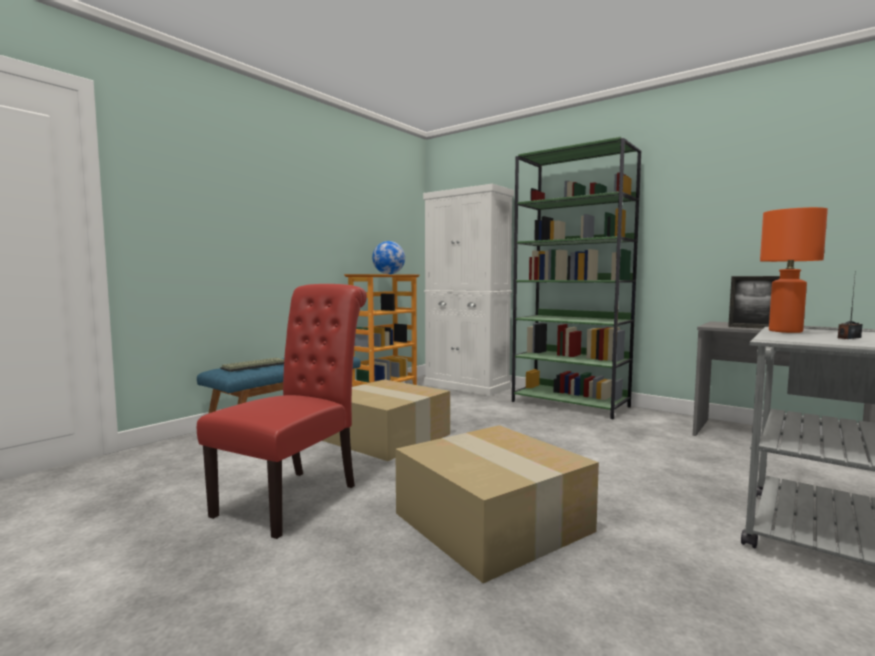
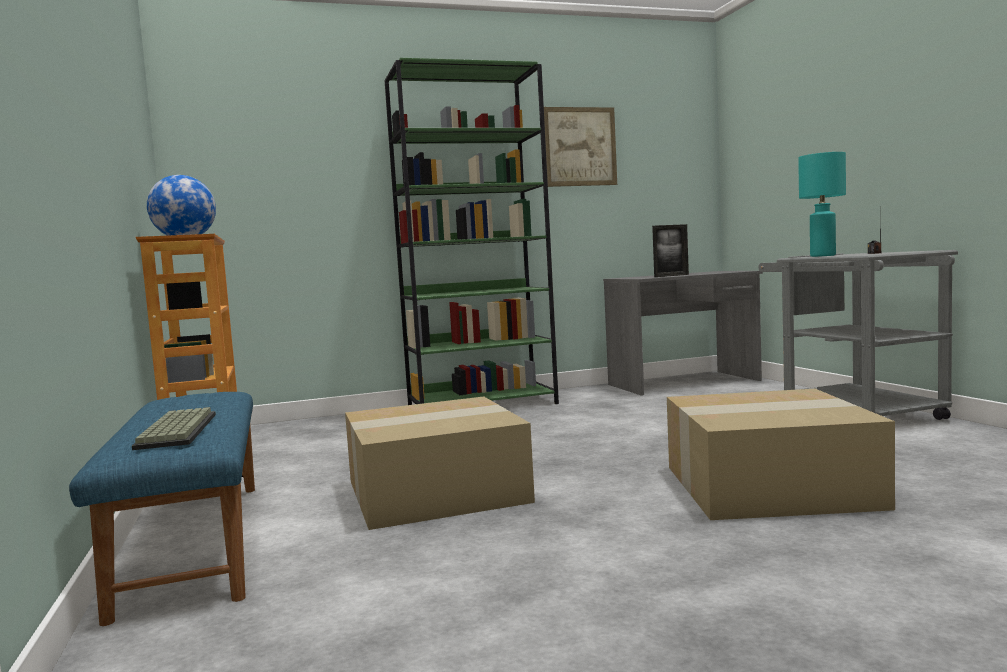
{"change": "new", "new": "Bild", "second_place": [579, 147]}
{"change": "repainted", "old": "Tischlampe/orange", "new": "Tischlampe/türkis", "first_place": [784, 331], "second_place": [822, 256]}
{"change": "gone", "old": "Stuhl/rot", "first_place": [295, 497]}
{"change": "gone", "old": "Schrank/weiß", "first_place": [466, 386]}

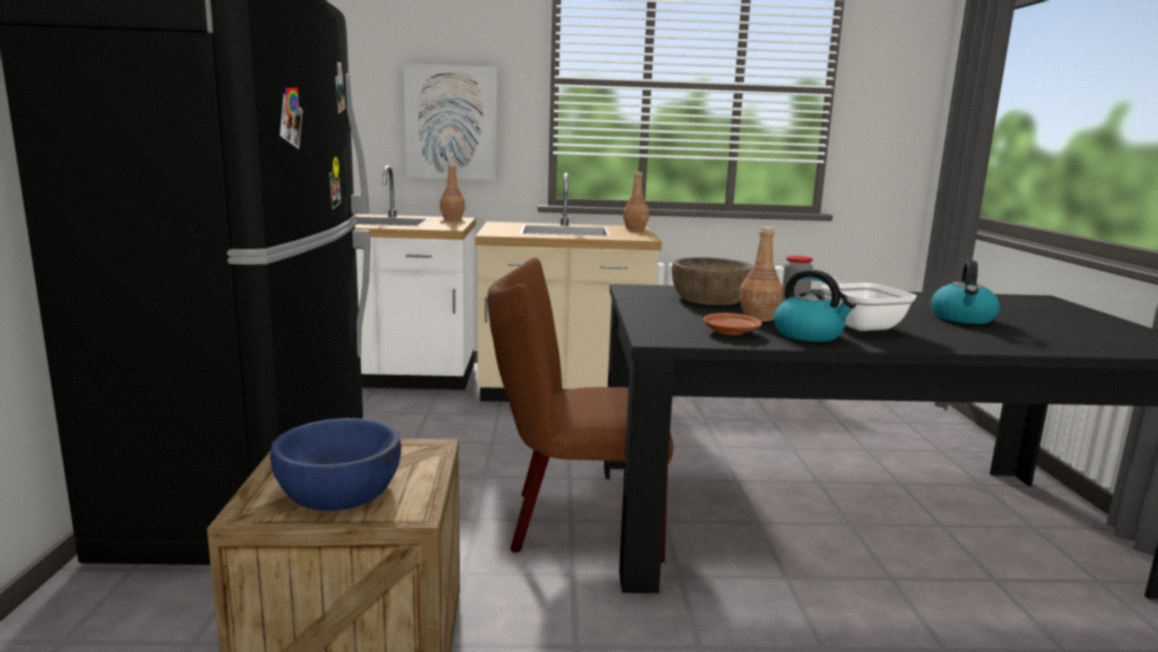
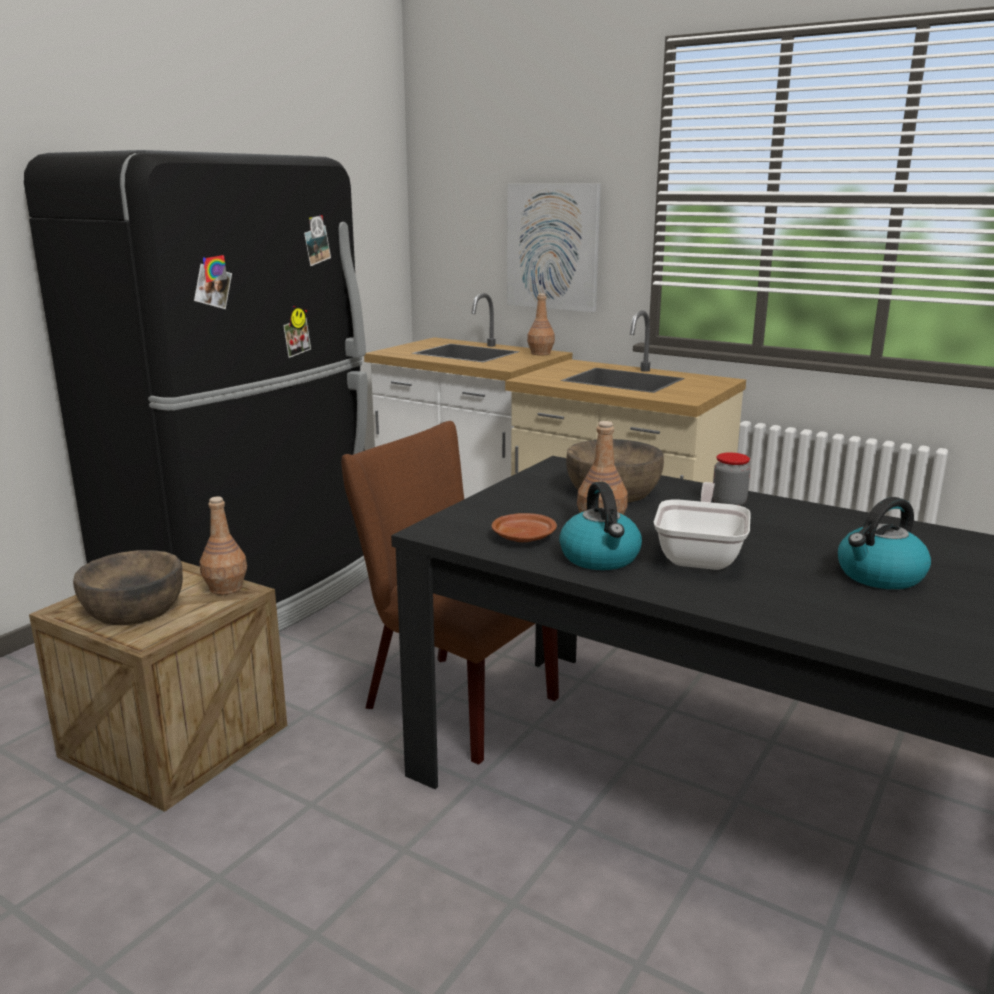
{"change": "repainted", "old": "Schüssel/blau", "new": "Schüssel/braun", "first_place": [339, 489], "second_place": [134, 608]}
{"change": "shifted", "old": "Flasche/braun", "first_place": [635, 229], "second_place": [226, 588]}

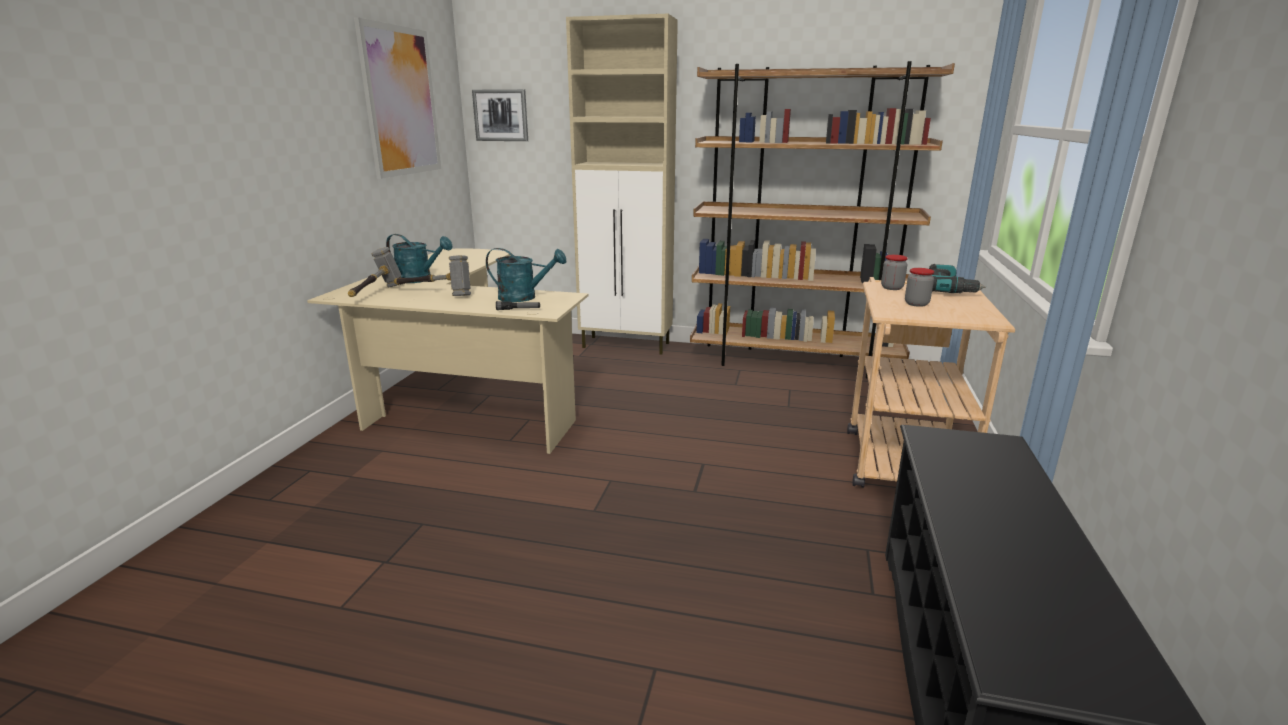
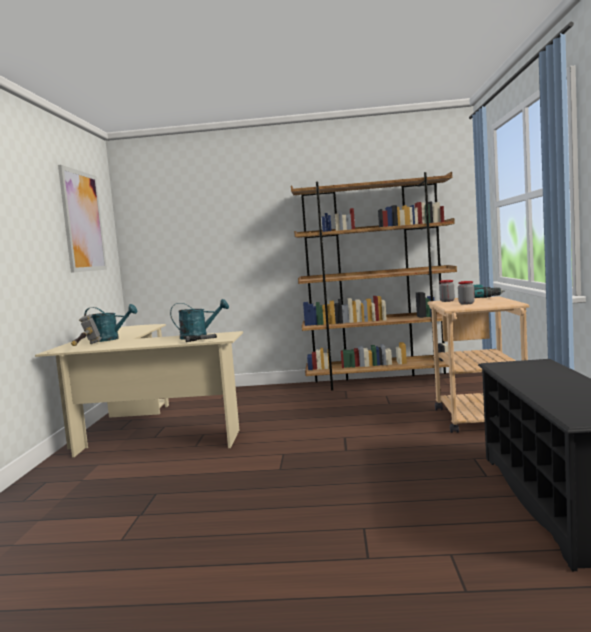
{"change": "gone", "old": "Hammer", "first_place": [435, 294]}
{"change": "gone", "old": "Bild", "first_place": [501, 115]}
{"change": "gone", "old": "Schrank/beige", "first_place": [627, 345]}

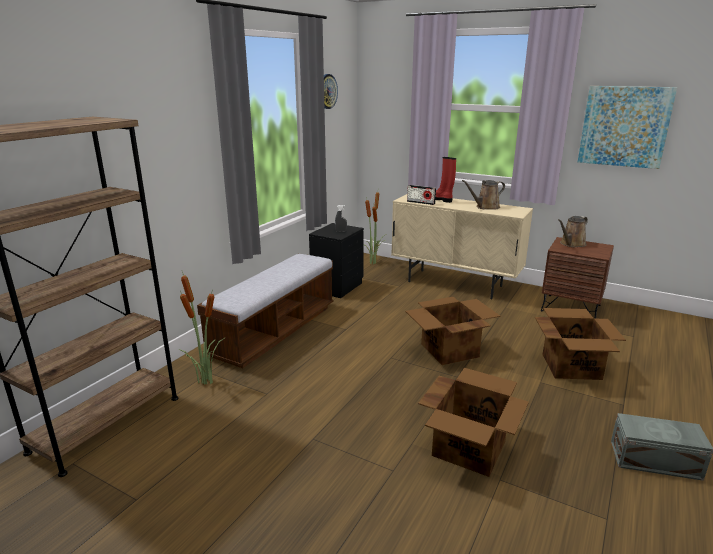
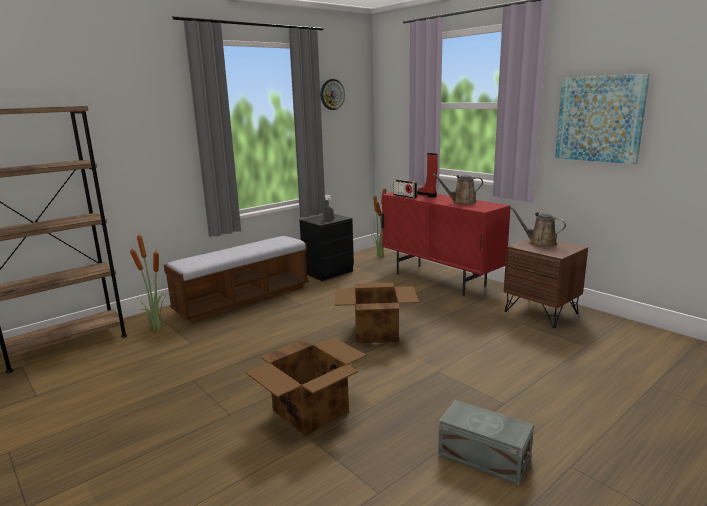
{"change": "repainted", "old": "Schrank/beige", "new": "Schrank/rot", "first_place": [455, 284], "second_place": [440, 280]}
{"change": "rotated", "old": "Gießkanne/braun", "first_place": [571, 244], "second_place": [539, 243], "degrees": 60}
{"change": "gone", "old": "Karton", "first_place": [571, 366]}

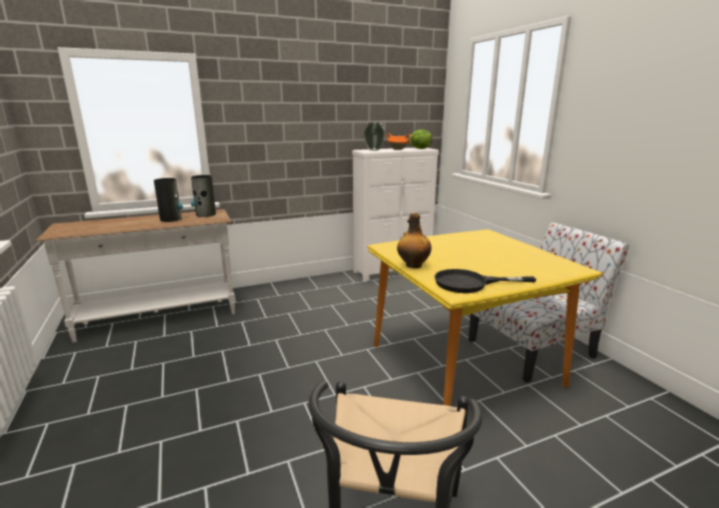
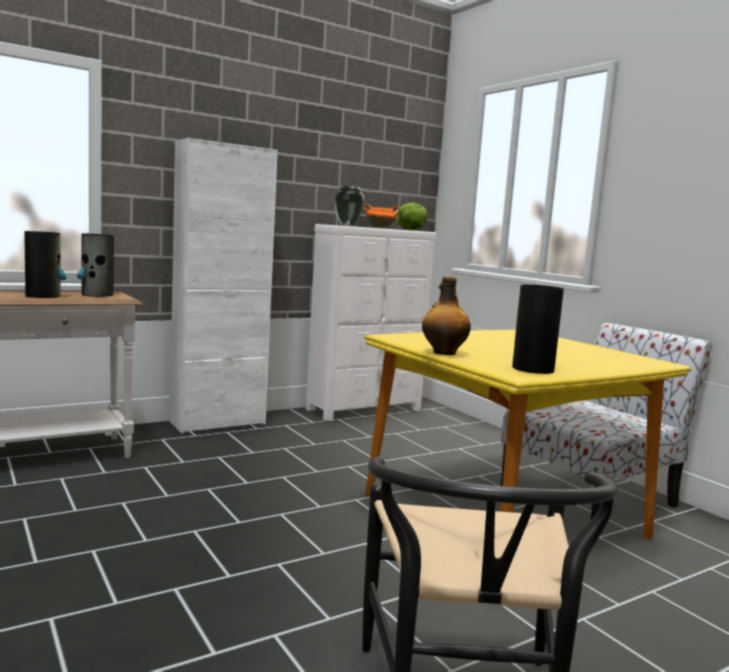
{"change": "new", "new": "Schrank/weiß", "second_place": [218, 423]}
{"change": "swapped", "old": "Pfanne/schwarz", "new": "Vase", "first_place": [470, 283], "second_place": [532, 369]}

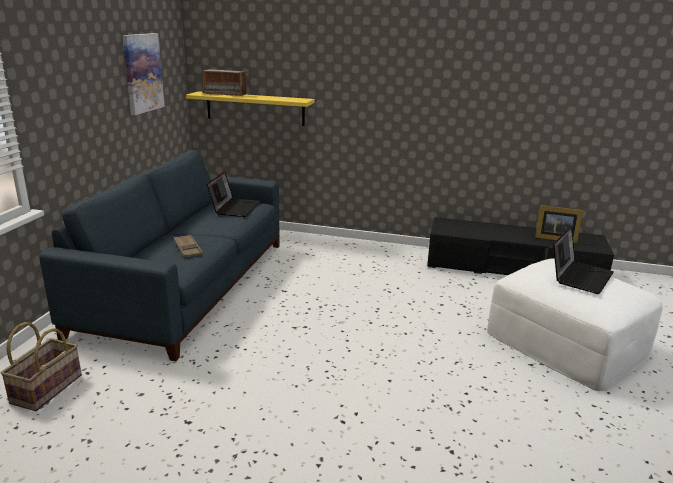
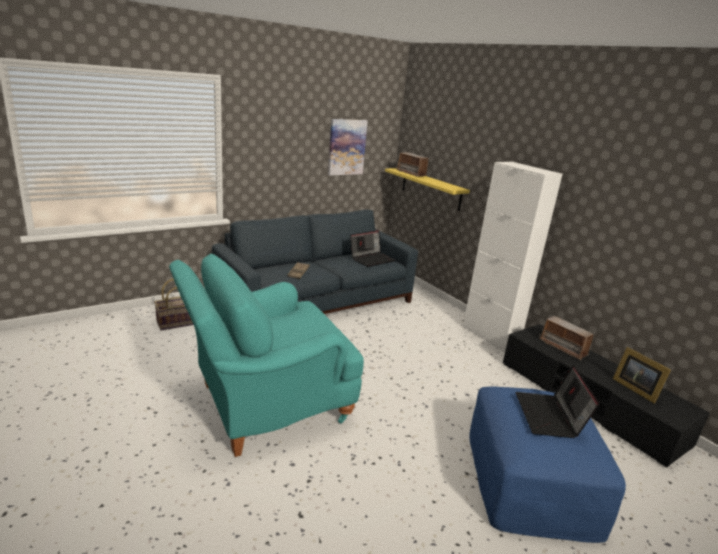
{"change": "new", "new": "Sessel/türkis", "second_place": [264, 405]}
{"change": "new", "new": "Schrank/weiß", "second_place": [490, 336]}
{"change": "repainted", "old": "Polsterhocker/weiß", "new": "Polsterhocker/blau", "first_place": [566, 344], "second_place": [530, 480]}
{"change": "rotated", "old": "Laptop", "first_place": [579, 276], "second_place": [550, 416], "degrees": 105}
{"change": "new", "new": "Radio", "second_place": [563, 347]}

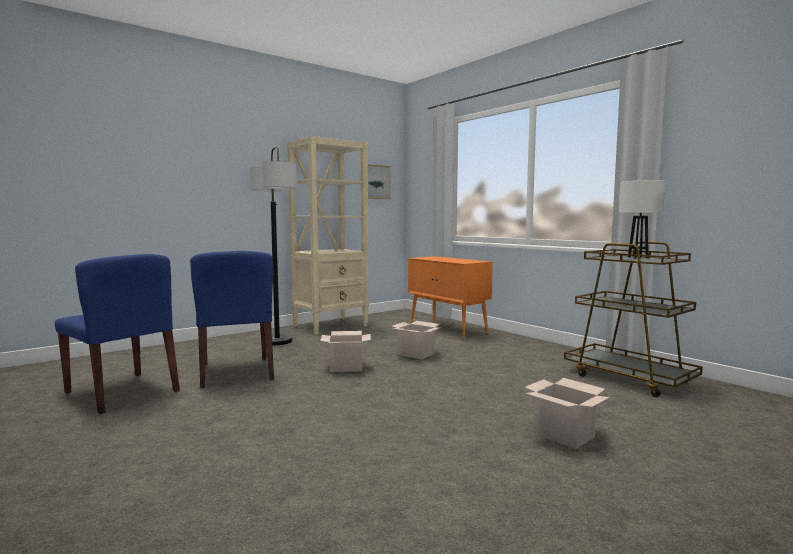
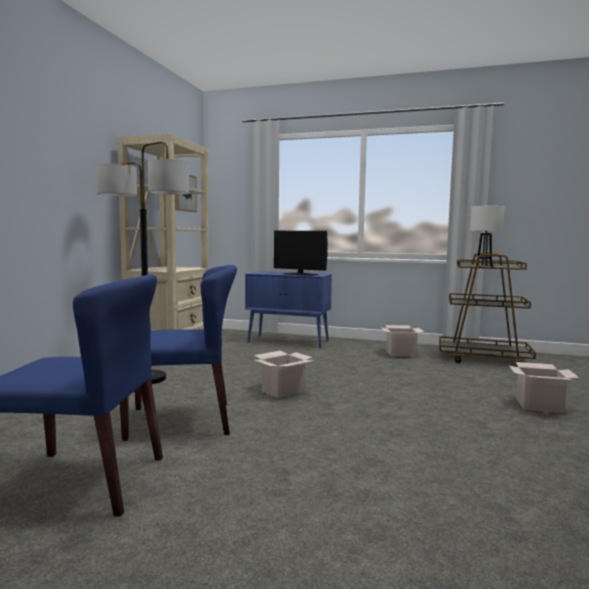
{"change": "rotated", "old": "Stuhl/blau", "first_place": [236, 372], "second_place": [181, 420], "degrees": -45}
{"change": "repainted", "old": "Schrank/orange", "new": "Schrank/blau", "first_place": [448, 329], "second_place": [289, 341]}
{"change": "new", "new": "Monitor", "second_place": [300, 274]}
{"change": "shifted", "old": "Karton", "first_place": [417, 354], "second_place": [401, 353]}

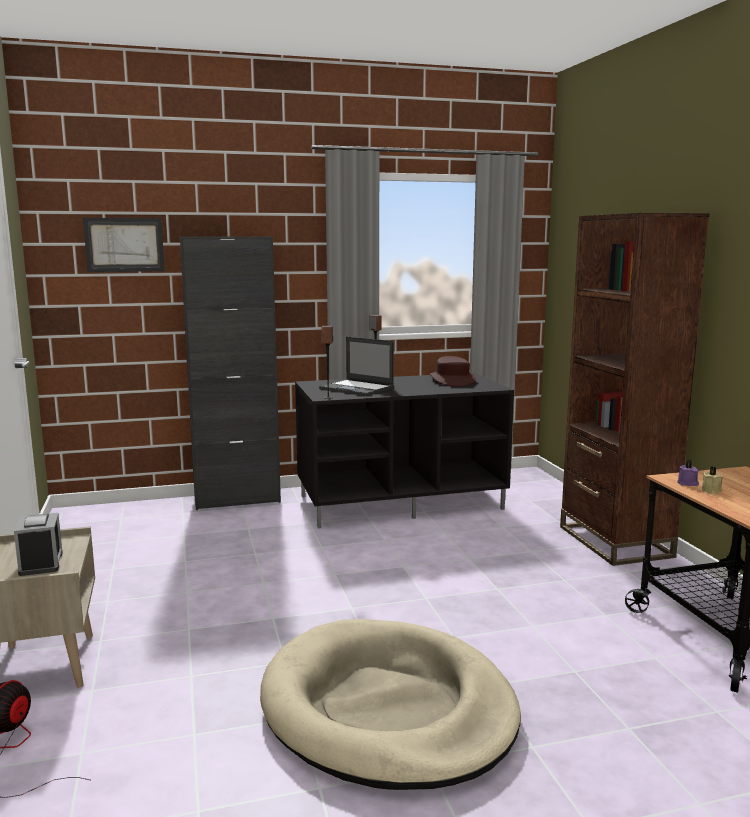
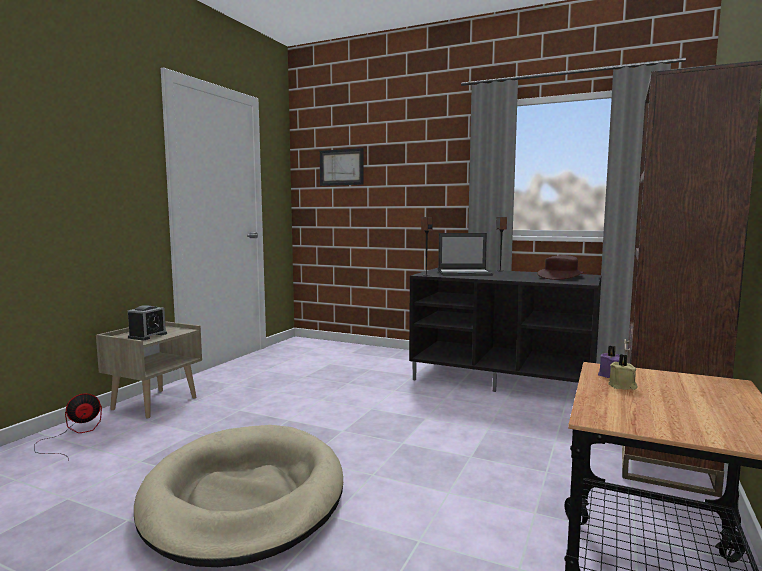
{"change": "rotated", "old": "Laptop", "first_place": [357, 388], "second_place": [465, 273], "degrees": -75}
{"change": "gone", "old": "Schrank/schwarz", "first_place": [237, 500]}

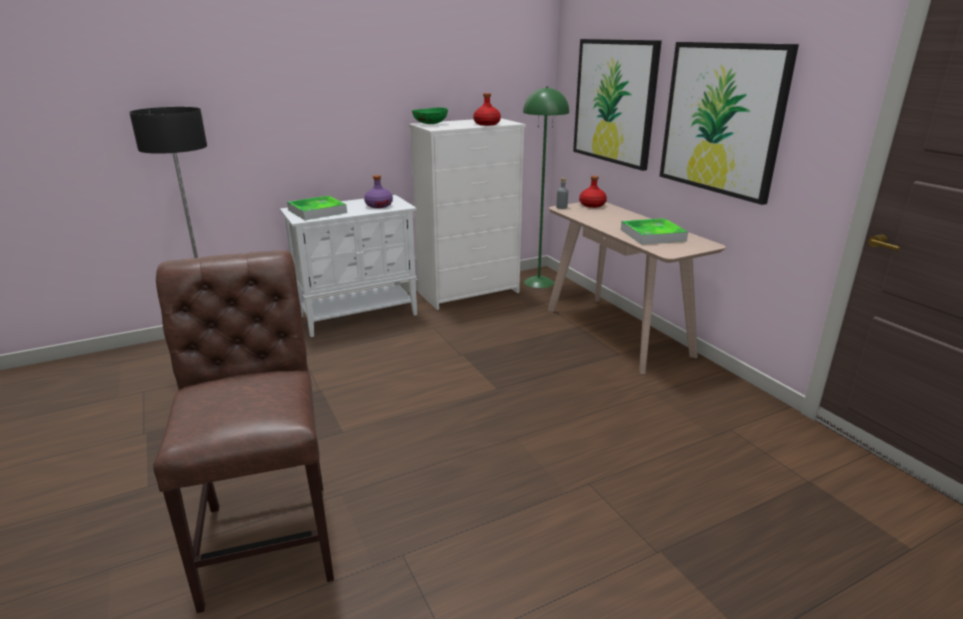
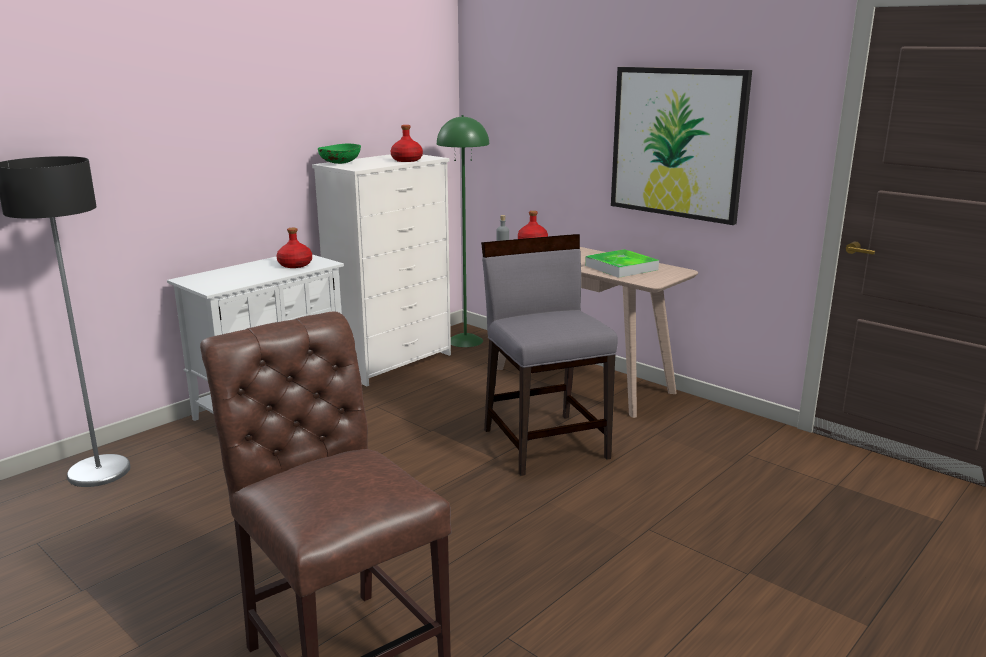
{"change": "repainted", "old": "Flasche/lila", "new": "Flasche/rot", "first_place": [379, 205], "second_place": [295, 265]}
{"change": "new", "new": "Stuhl/grau", "second_place": [545, 443]}
{"change": "gone", "old": "Tablett", "first_place": [317, 211]}
{"change": "gone", "old": "Bild", "first_place": [614, 102]}

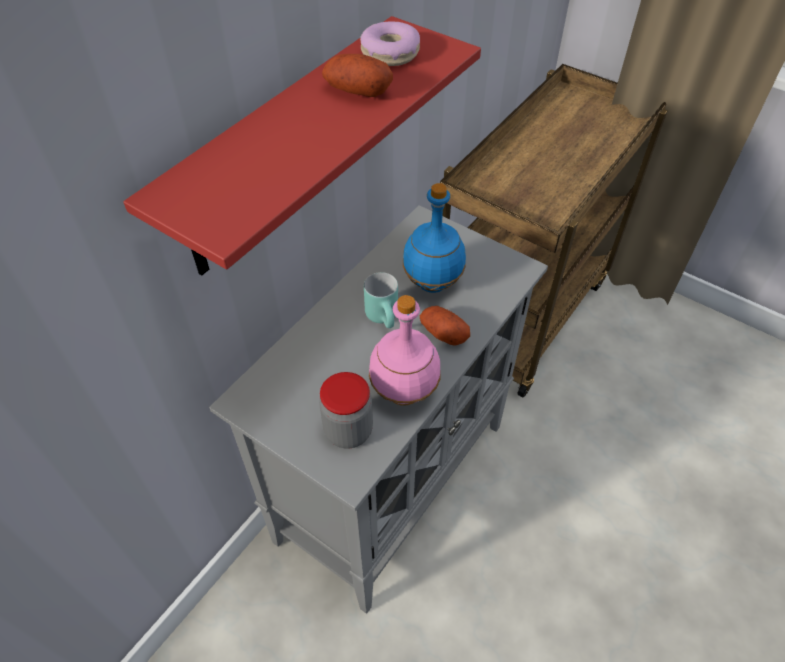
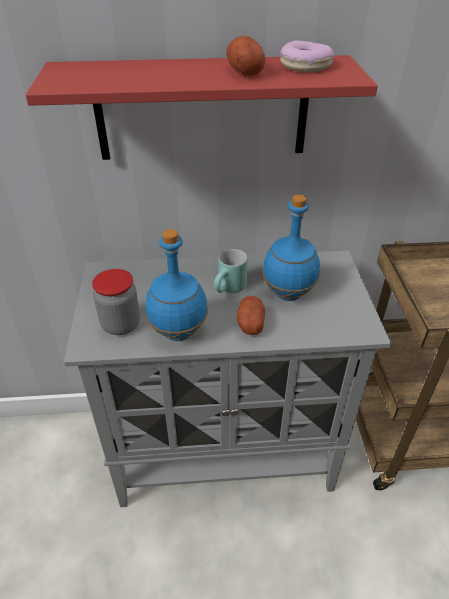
{"change": "repainted", "old": "Flasche/rosa", "new": "Flasche/blau", "first_place": [403, 391], "second_place": [178, 331]}

